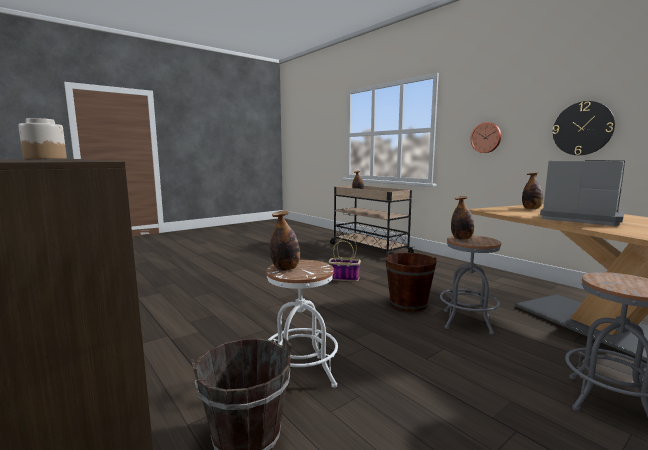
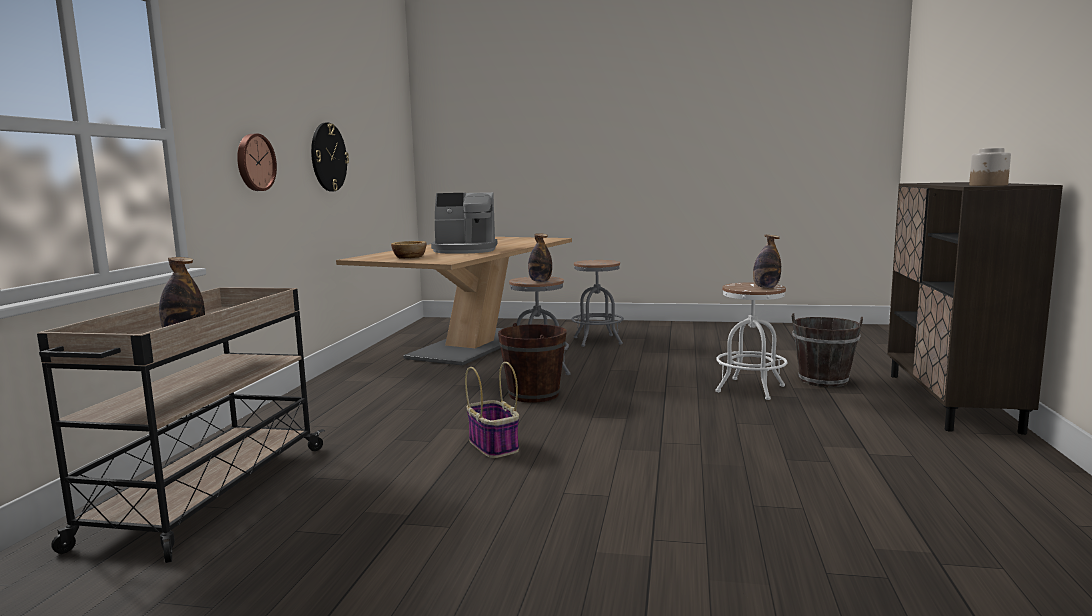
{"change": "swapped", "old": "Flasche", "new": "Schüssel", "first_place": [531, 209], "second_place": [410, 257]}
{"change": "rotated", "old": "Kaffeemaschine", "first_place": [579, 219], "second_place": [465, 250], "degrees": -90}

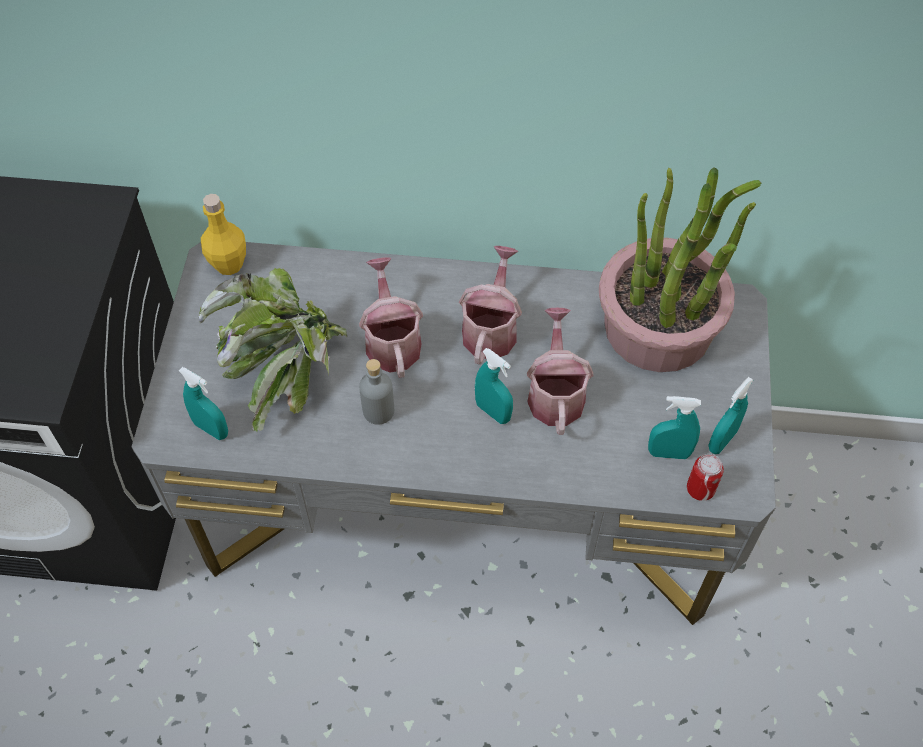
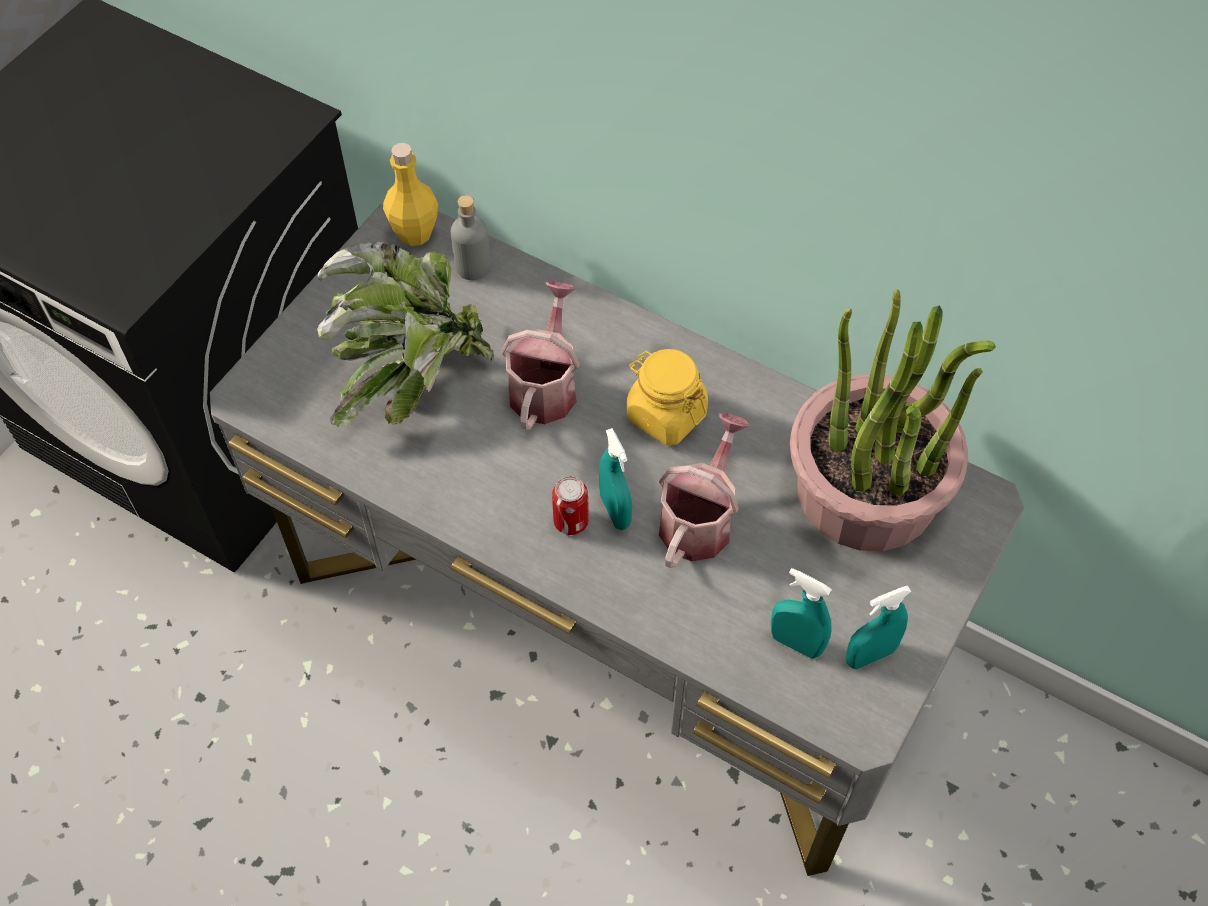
{"change": "shifted", "old": "Flasche/grau", "first_place": [378, 411], "second_place": [473, 266]}
{"change": "shifted", "old": "Dose", "first_place": [700, 489], "second_place": [571, 521]}
{"change": "swapped", "old": "Gießkanne", "new": "Vorratsglas/gelb", "first_place": [491, 328], "second_place": [665, 415]}
{"change": "gone", "old": "Sprühflasche/türkis", "first_place": [211, 429]}

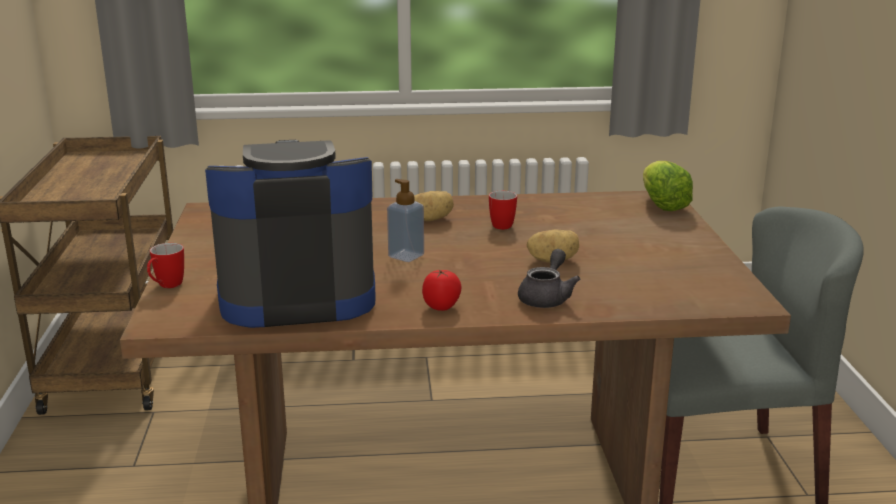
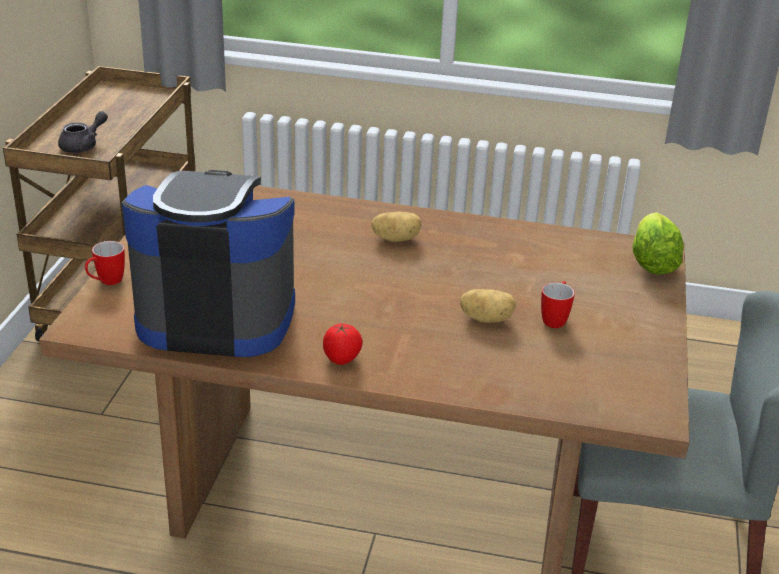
{"change": "shifted", "old": "Teekanne/grau", "first_place": [547, 297], "second_place": [84, 146]}
{"change": "shifted", "old": "Henkelbecher", "first_place": [502, 224], "second_place": [555, 319]}
{"change": "gone", "old": "Seifenspender", "first_place": [406, 256]}

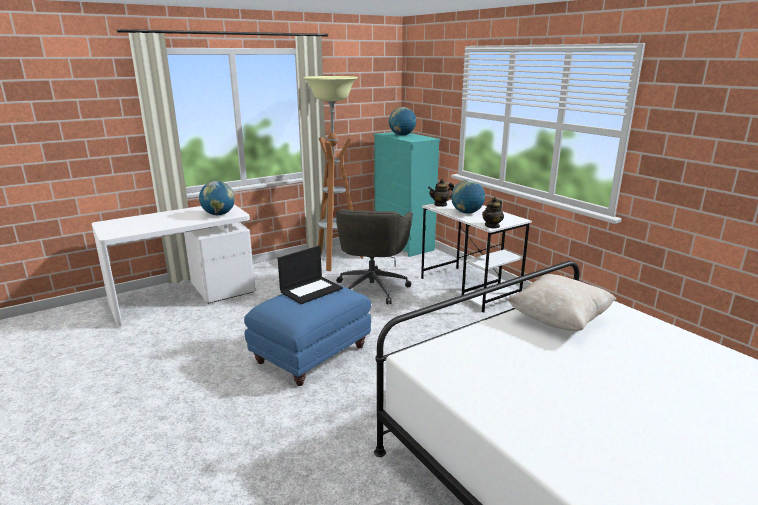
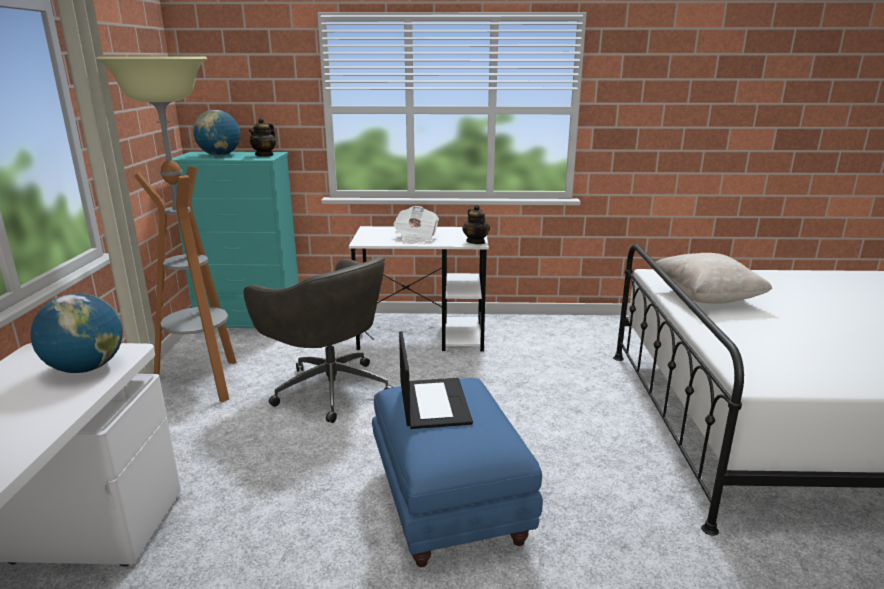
{"change": "shifted", "old": "Teekanne", "first_place": [440, 204], "second_place": [264, 155]}
{"change": "swapped", "old": "Globus", "new": "Zeitung", "first_place": [467, 212], "second_place": [415, 238]}

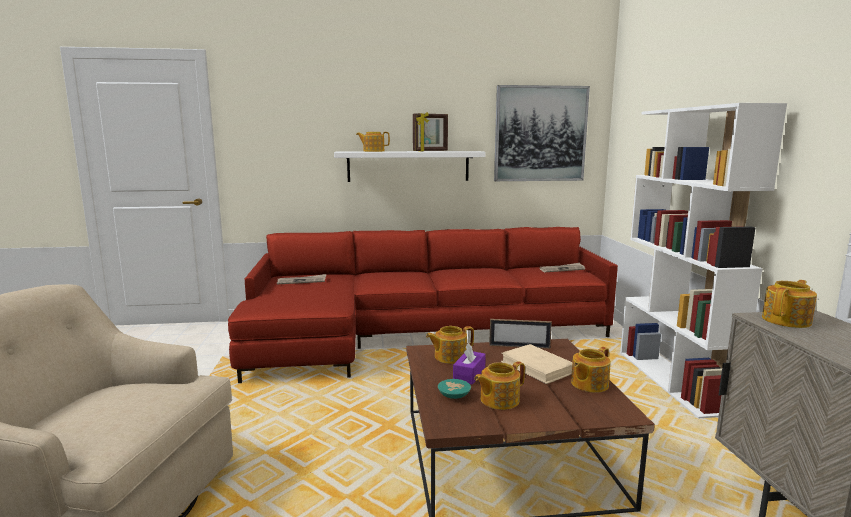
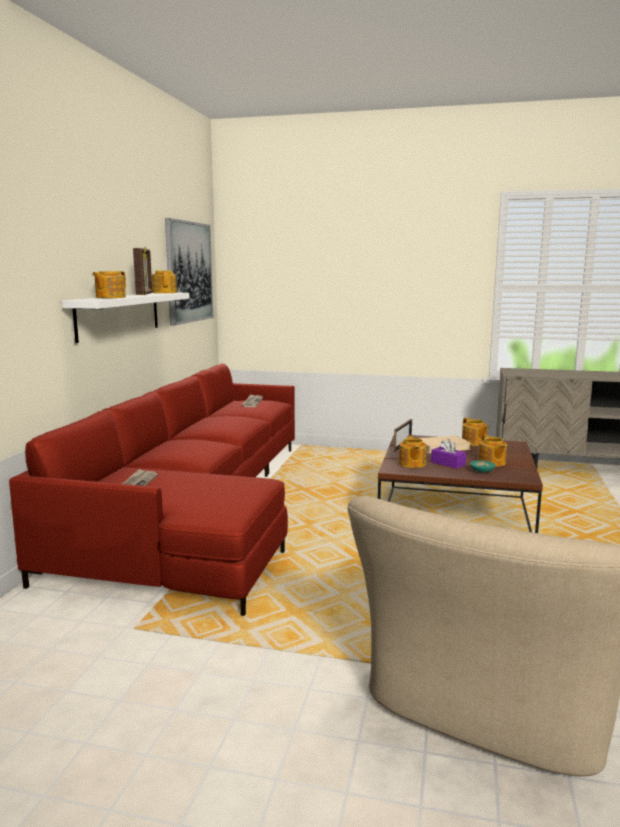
{"change": "shifted", "old": "Teekanne", "first_place": [787, 320], "second_place": [165, 292]}
{"change": "gone", "old": "Bücherregal/weiß", "first_place": [673, 381]}

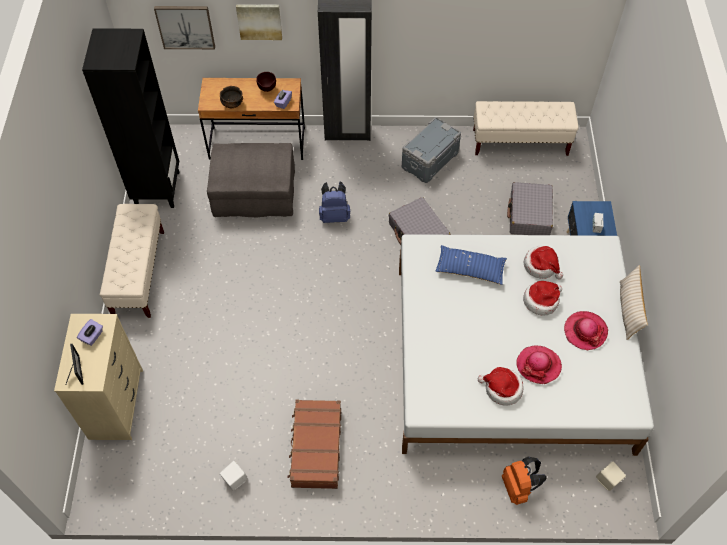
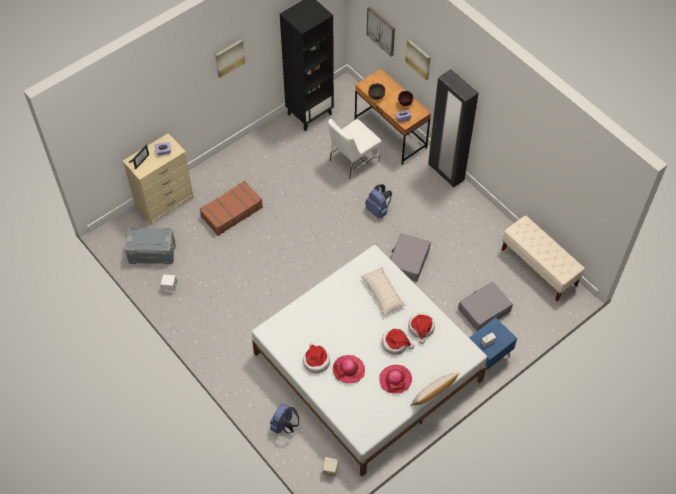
{"change": "shifted", "old": "Aufbewahrungsbox/grau", "first_place": [430, 160], "second_place": [152, 253]}
{"change": "shifted", "old": "Koffer/braun", "first_place": [316, 448], "second_place": [231, 212]}
{"change": "new", "new": "Bild", "second_place": [229, 57]}
{"change": "repainted", "old": "Rucksack/orange", "new": "Rucksack/blau", "first_place": [518, 488], "second_place": [284, 426]}
{"change": "swapped", "old": "Polsterhocker/grau", "new": "Stuhl/weiß", "first_place": [254, 194], "second_place": [353, 160]}
{"change": "repainted", "old": "Kissen/blau", "new": "Kissen/beige", "first_place": [470, 269], "second_place": [382, 293]}
{"change": "gone", "old": "Bank/beige", "first_place": [139, 273]}

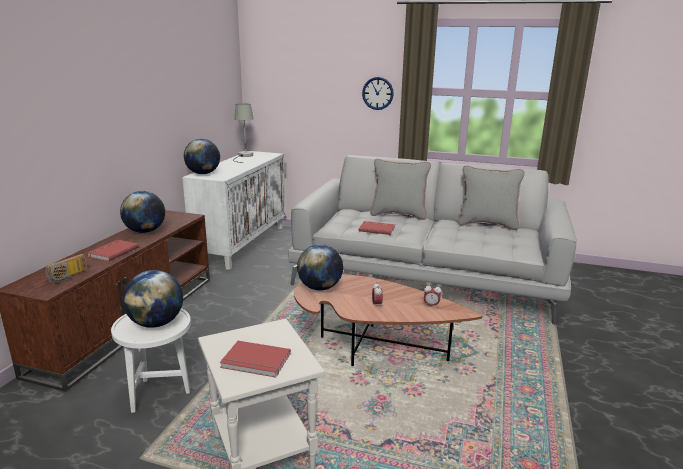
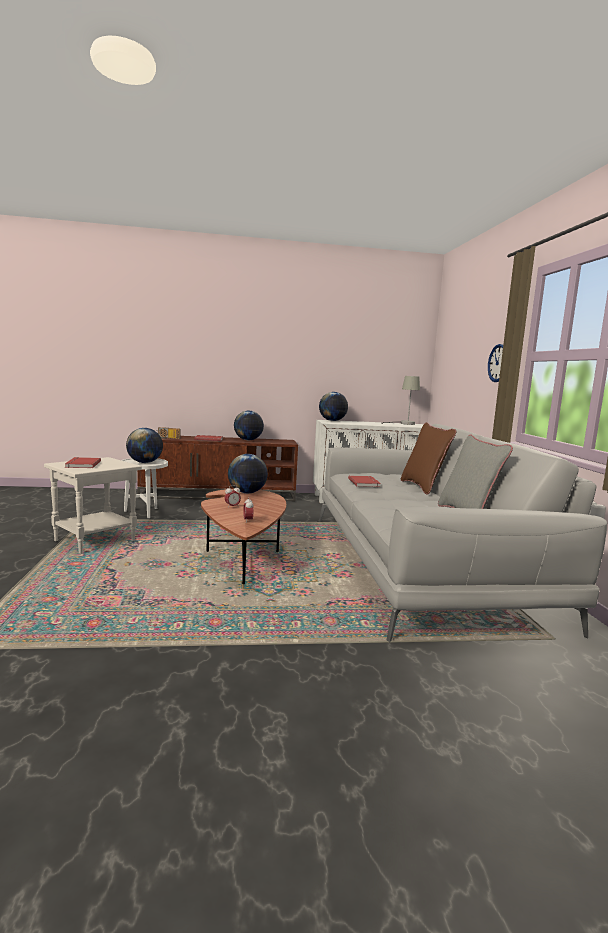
{"change": "repainted", "old": "Kissen/grau", "new": "Kissen/braun", "first_place": [398, 215], "second_place": [423, 487]}

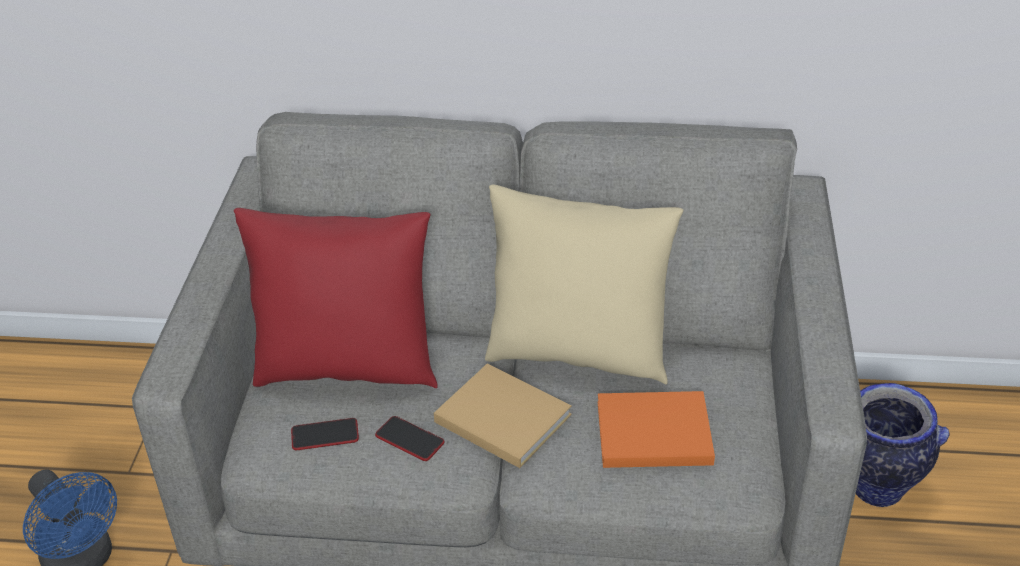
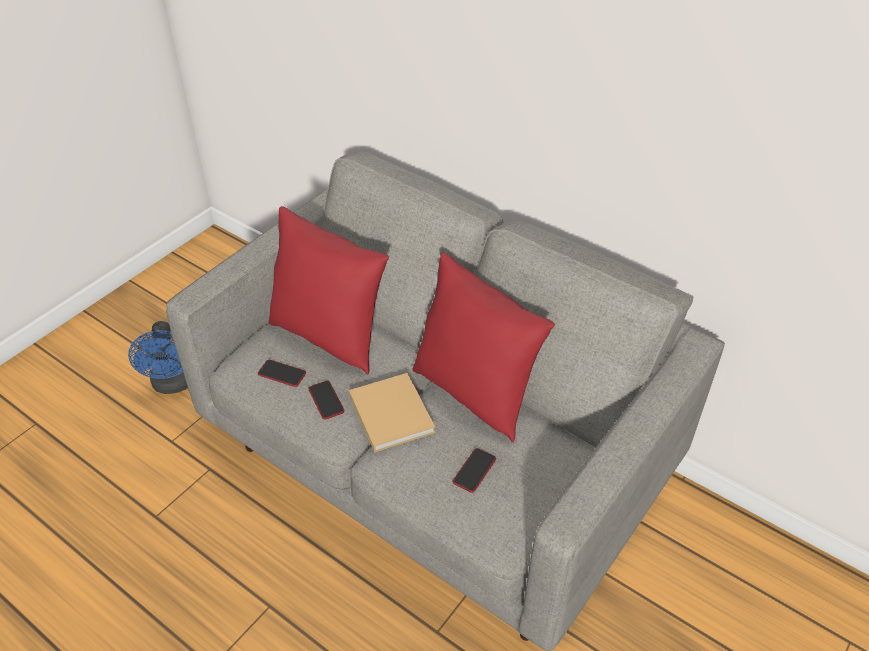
{"change": "repainted", "old": "Kissen/beige", "new": "Kissen/rot", "first_place": [578, 353], "second_place": [474, 392]}
{"change": "swapped", "old": "Buch/orange", "new": "Handy", "first_place": [650, 433], "second_place": [474, 471]}
{"change": "gone", "old": "Vase", "first_place": [875, 489]}

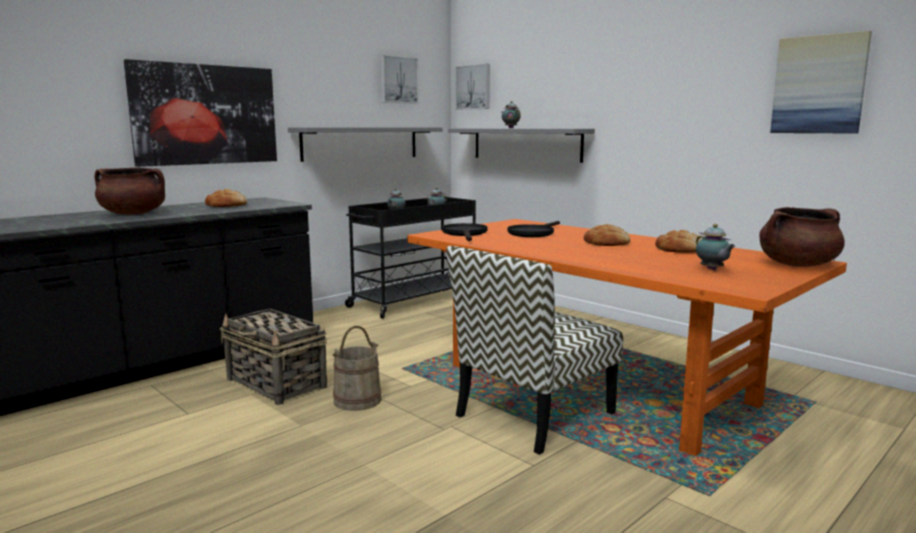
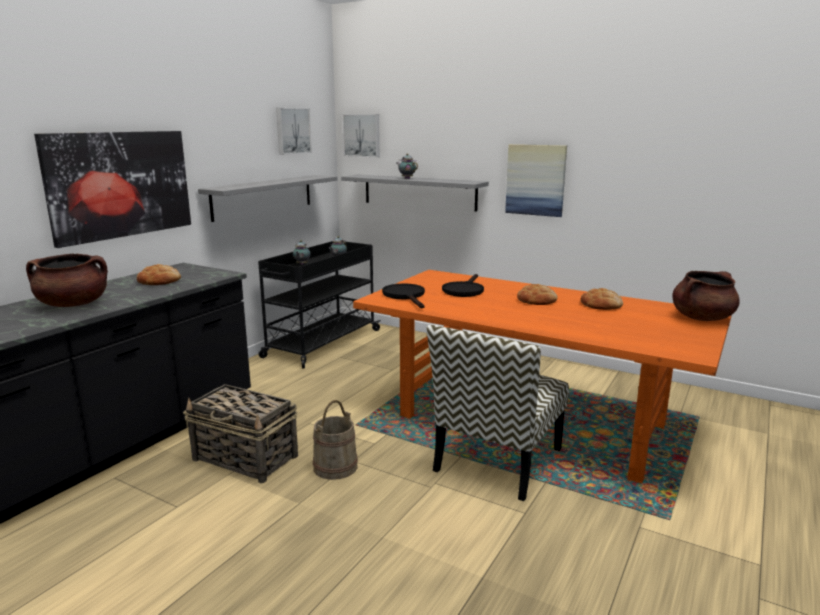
{"change": "shifted", "old": "Bild", "first_place": [819, 85], "second_place": [535, 180]}
{"change": "gone", "old": "Teekanne", "first_place": [712, 269]}

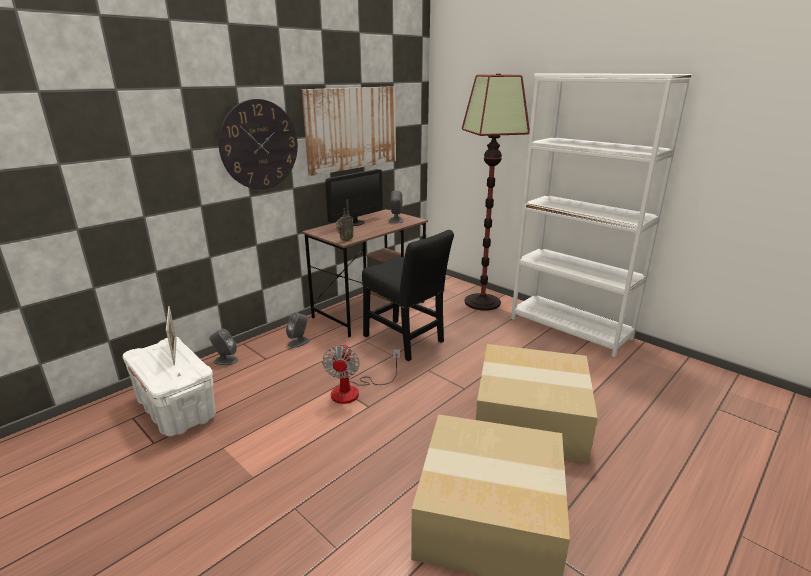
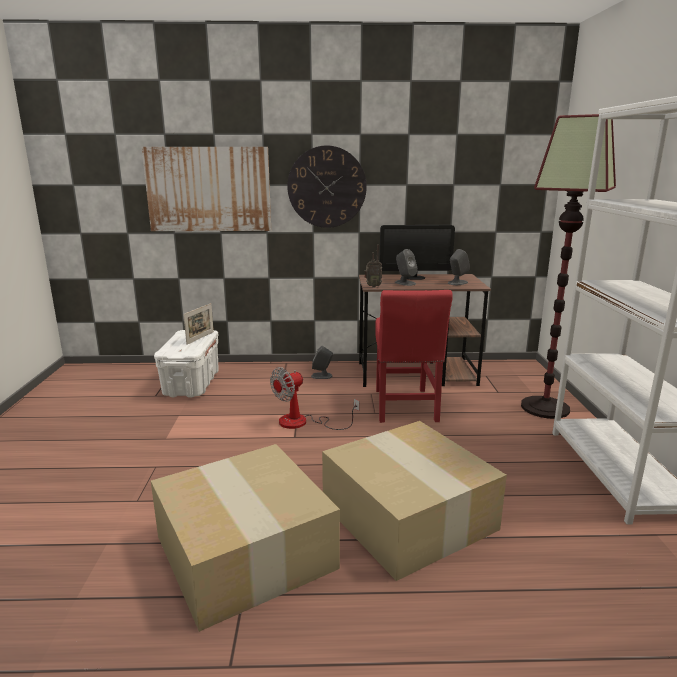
{"change": "shifted", "old": "Bild", "first_place": [352, 128], "second_place": [208, 189]}
{"change": "repainted", "old": "Stuhl/schwarz", "new": "Stuhl/rot", "first_place": [405, 340], "second_place": [405, 407]}
{"change": "shifted", "old": "Lautsprecher/grau", "first_place": [225, 360], "second_place": [405, 283]}

